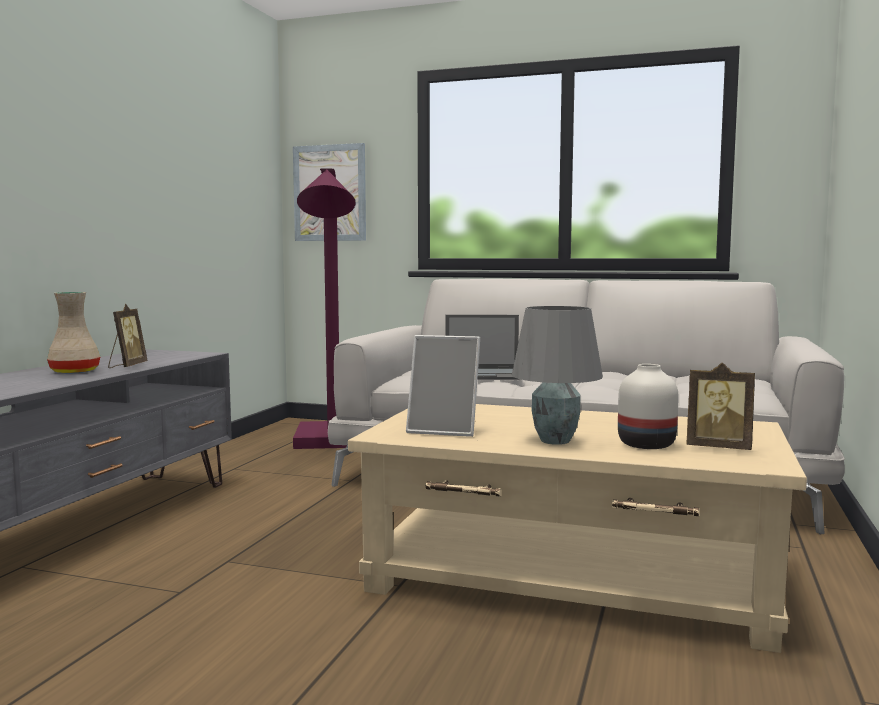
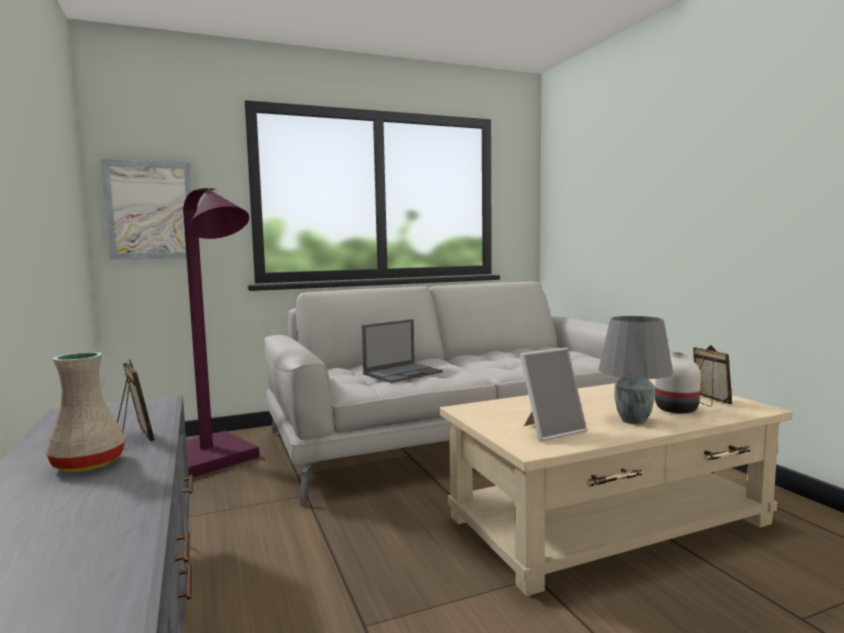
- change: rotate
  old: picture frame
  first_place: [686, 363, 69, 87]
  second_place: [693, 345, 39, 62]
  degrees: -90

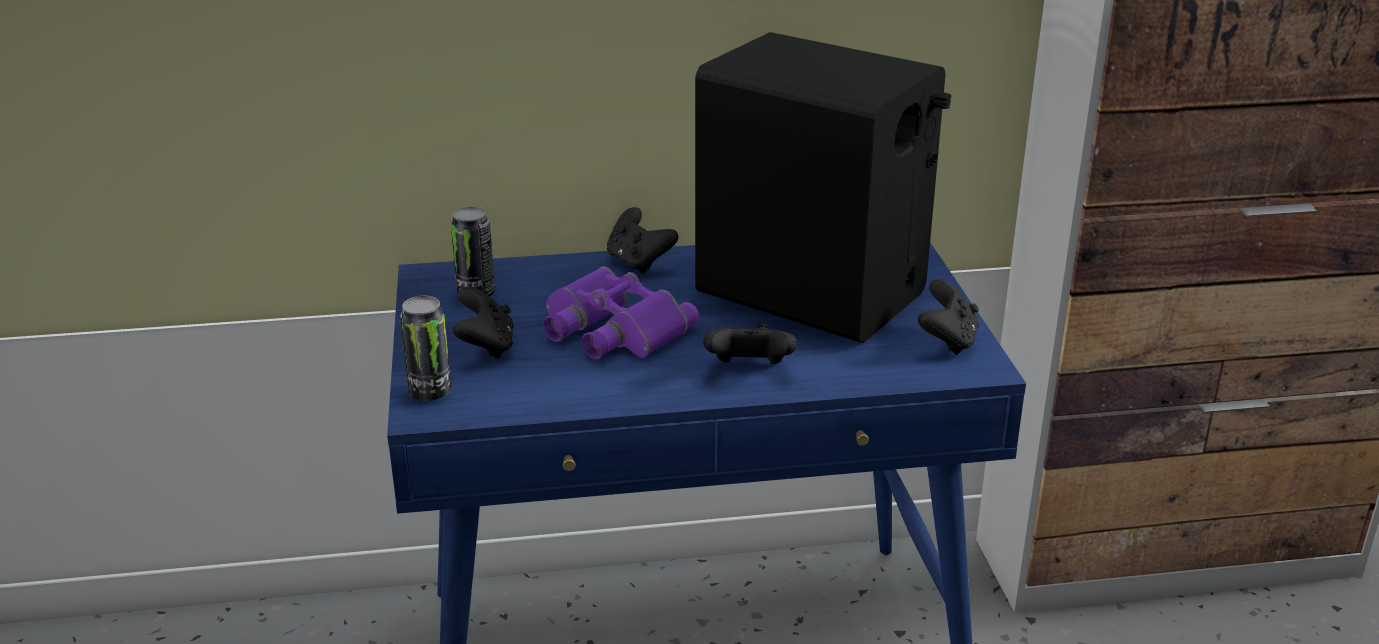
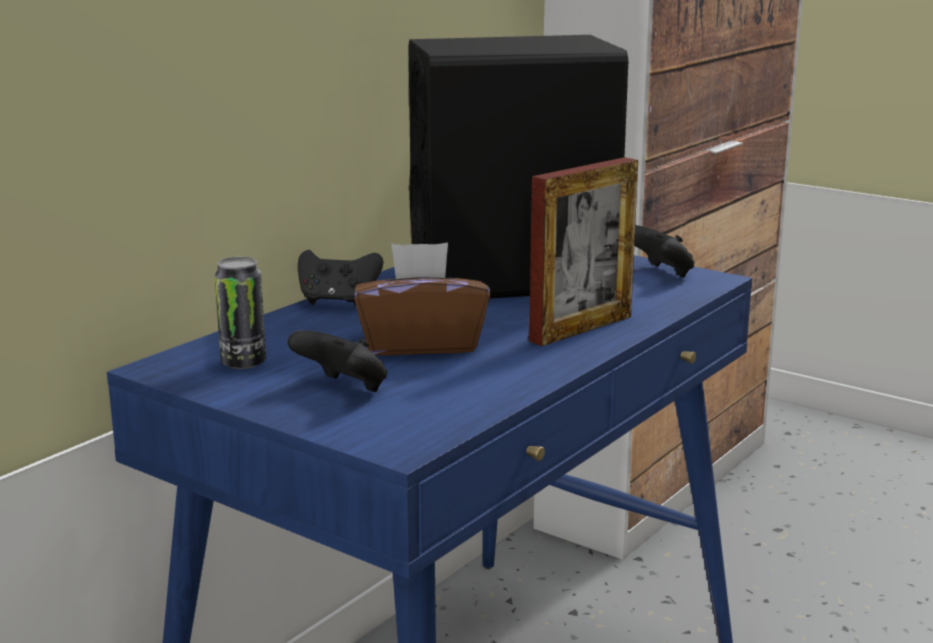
- change: delete
  old: sealed can
  first_place: [400, 296, 52, 105]
- change: replace
  old: purple field glasses
  new: brownish tissue holder
  first_place: [543, 266, 157, 94]
  second_place: [354, 243, 136, 113]
- change: replace
  old: black gamepad
  new: picture frame
  first_place: [703, 324, 94, 40]
  second_place: [529, 157, 109, 189]

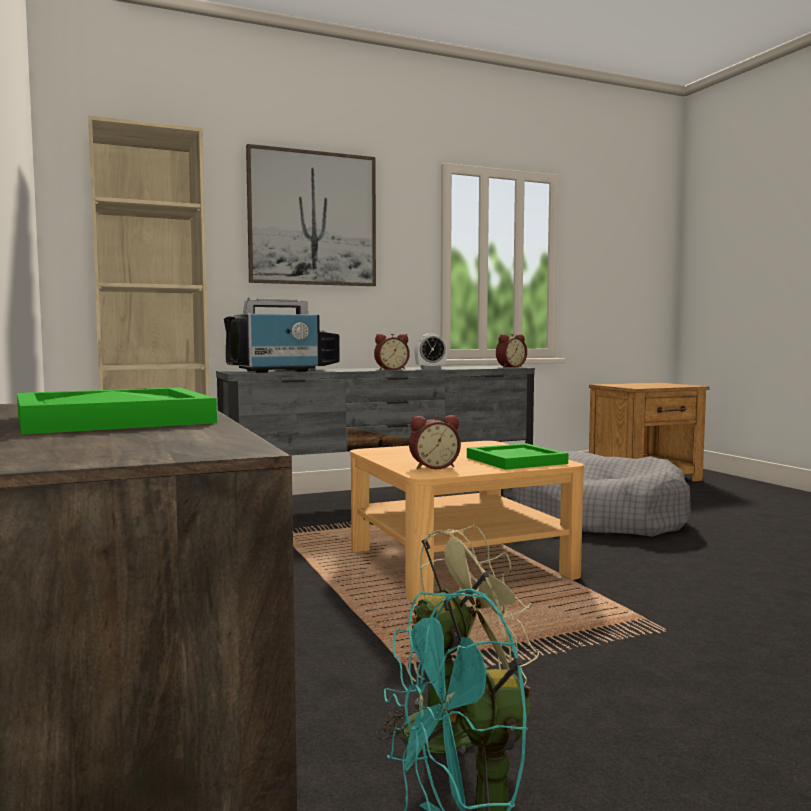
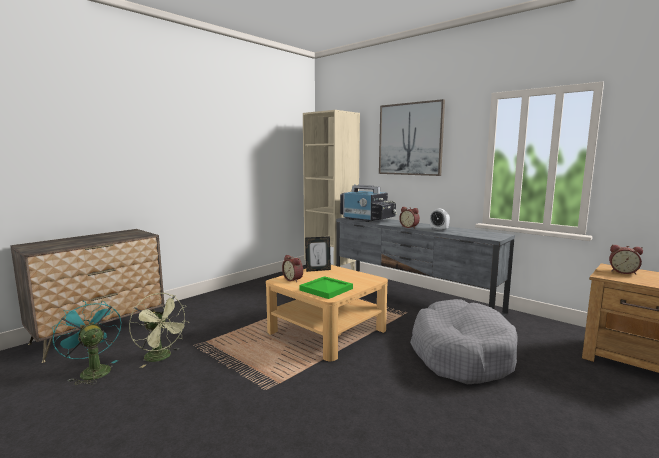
- change: delete
  old: green carrying tray
  first_place: [17, 387, 200, 48]
- change: move
  old: alarm clock
  first_place: [496, 334, 31, 34]
  second_place: [609, 245, 34, 29]
- change: insert
  new: picture frame
  second_place: [305, 236, 26, 36]

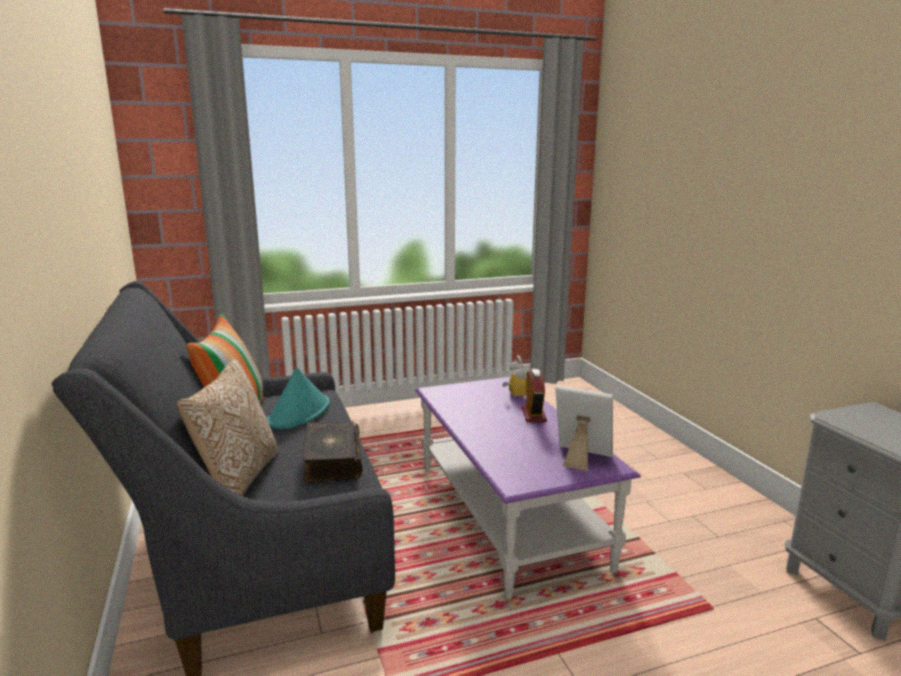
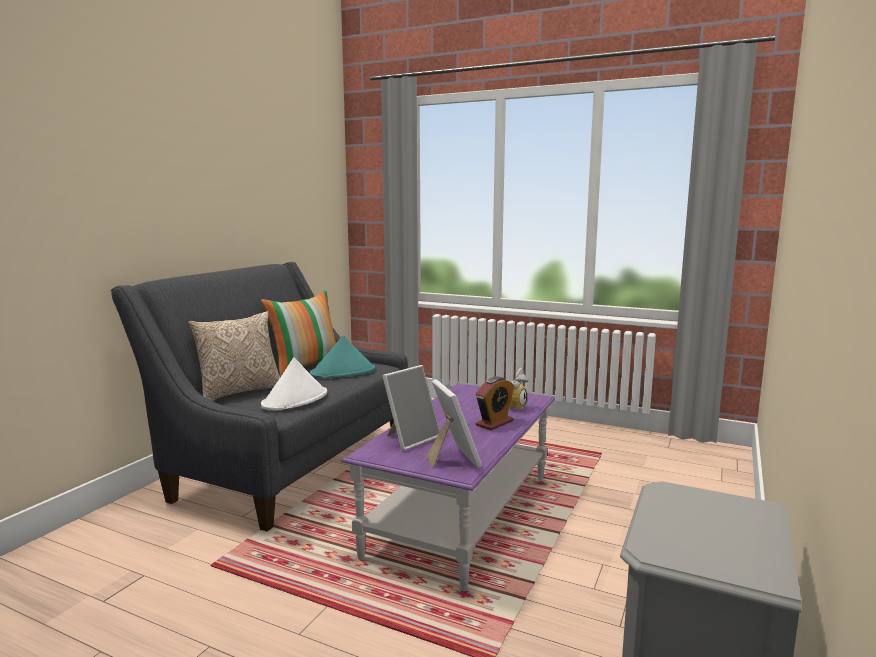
- change: replace
  old: bound book
  new: whitish hat
  first_place: [303, 422, 60, 61]
  second_place: [261, 357, 66, 53]
- change: insert
  new: picture frame
  second_place: [383, 365, 57, 86]

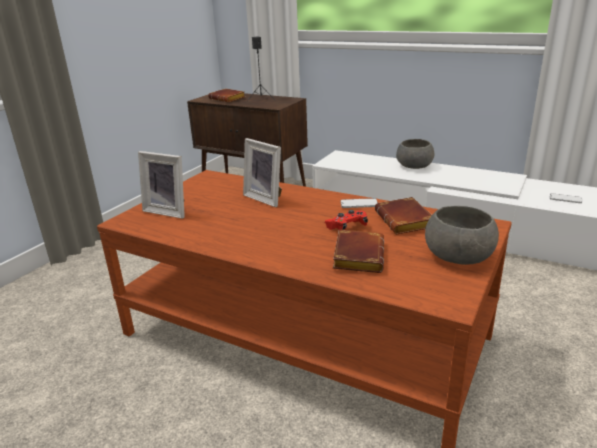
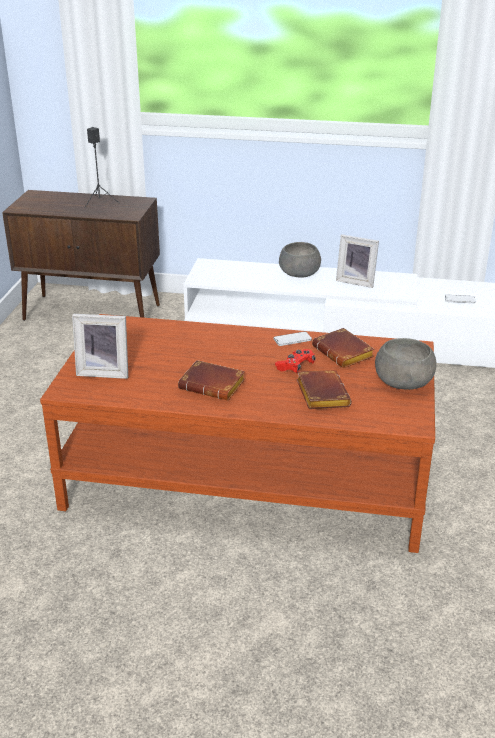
- change: move
  old: brownish bound book
  first_place: [208, 88, 37, 14]
  second_place: [178, 360, 67, 40]
- change: move
  old: picture frame
  first_place: [243, 138, 39, 69]
  second_place: [336, 234, 43, 54]

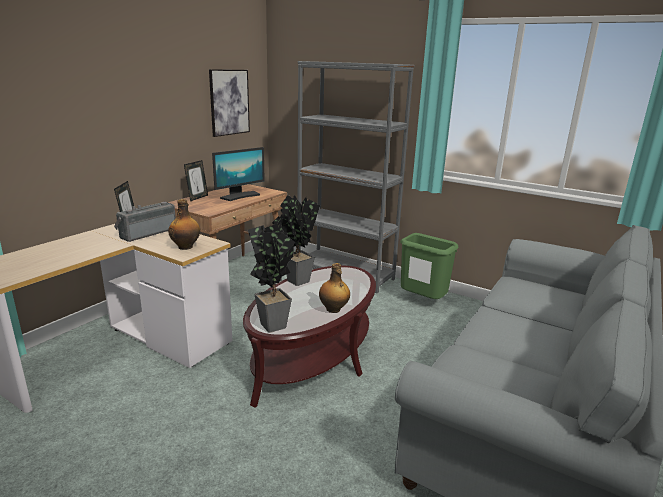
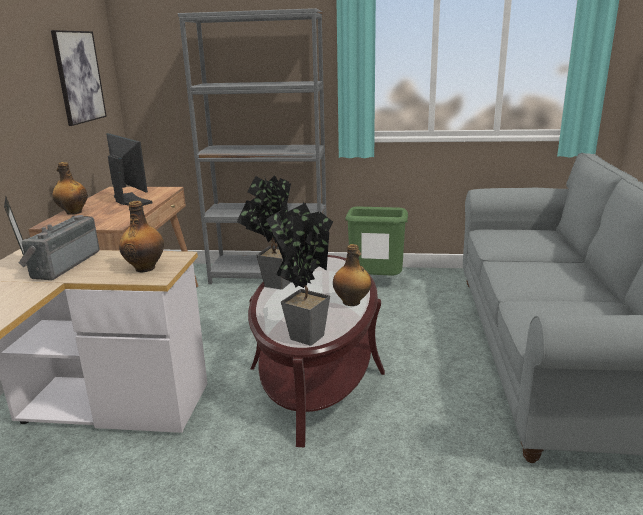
- change: replace
  old: picture frame
  new: bottle
  first_place: [184, 160, 24, 41]
  second_place: [52, 162, 36, 53]
- change: rotate
  old: computer display
  first_place: [212, 147, 53, 54]
  second_place: [106, 133, 46, 73]
  degrees: -60

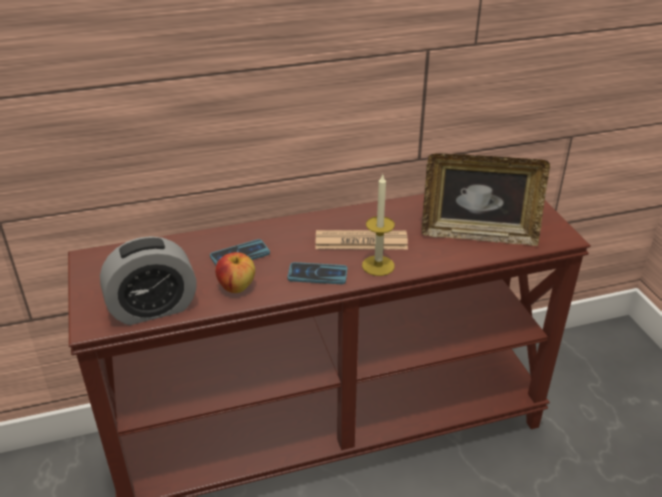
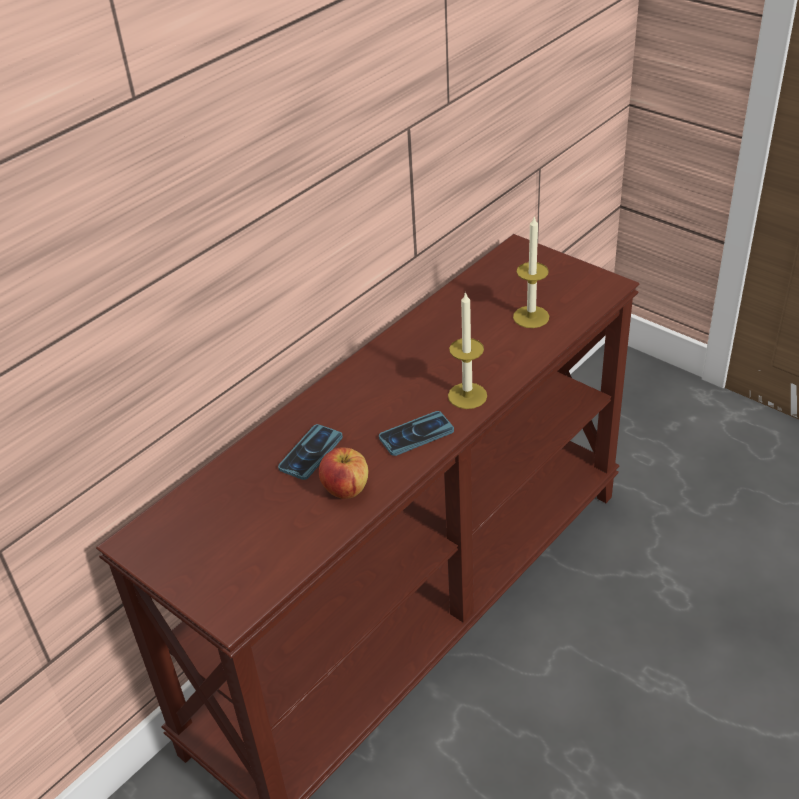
- change: delete
  old: alarm clock
  first_place: [100, 236, 97, 89]
- change: delete
  old: daily paper
  first_place: [316, 230, 92, 20]
- change: replace
  old: picture frame
  new: wax candle
  first_place: [422, 154, 128, 92]
  second_place: [513, 215, 36, 113]

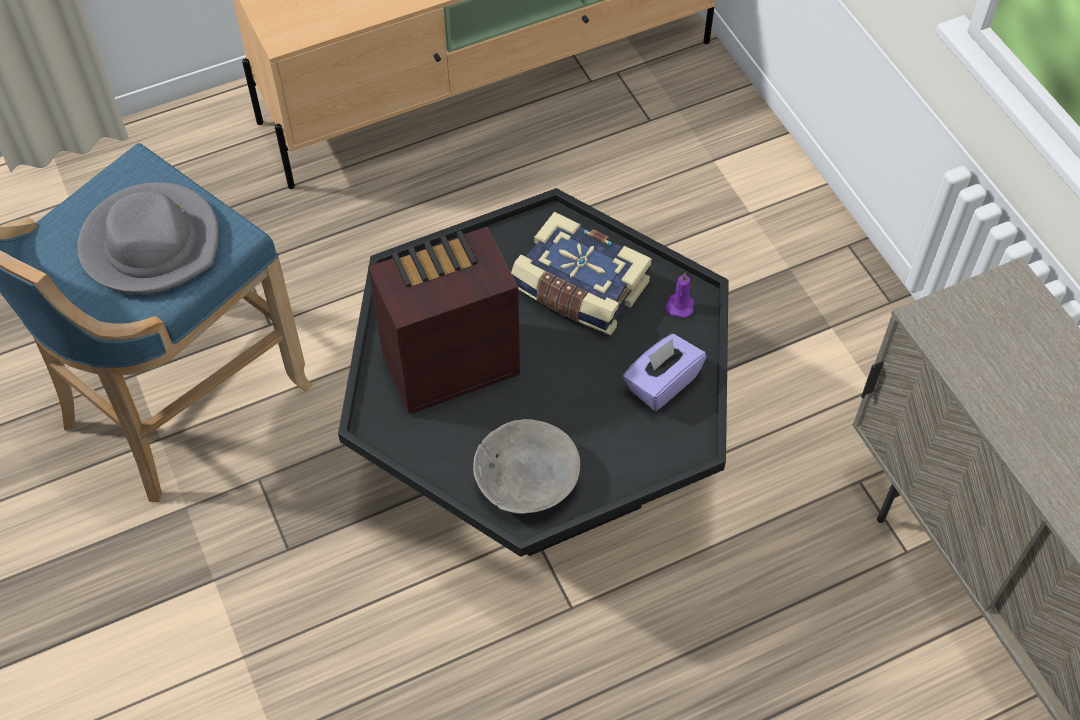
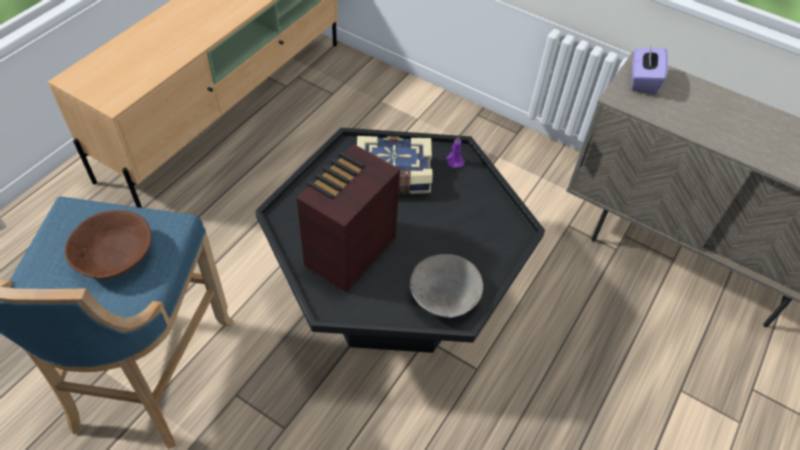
- change: replace
  old: grey hat
  new: brownish deep dish
  first_place: [77, 182, 142, 112]
  second_place: [65, 210, 87, 69]
- change: move
  old: purple tissue holder
  first_place: [623, 334, 84, 77]
  second_place: [631, 47, 37, 47]

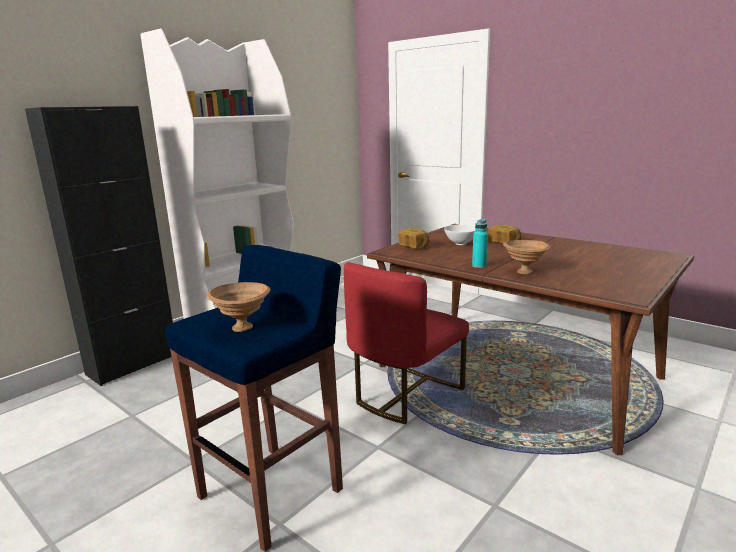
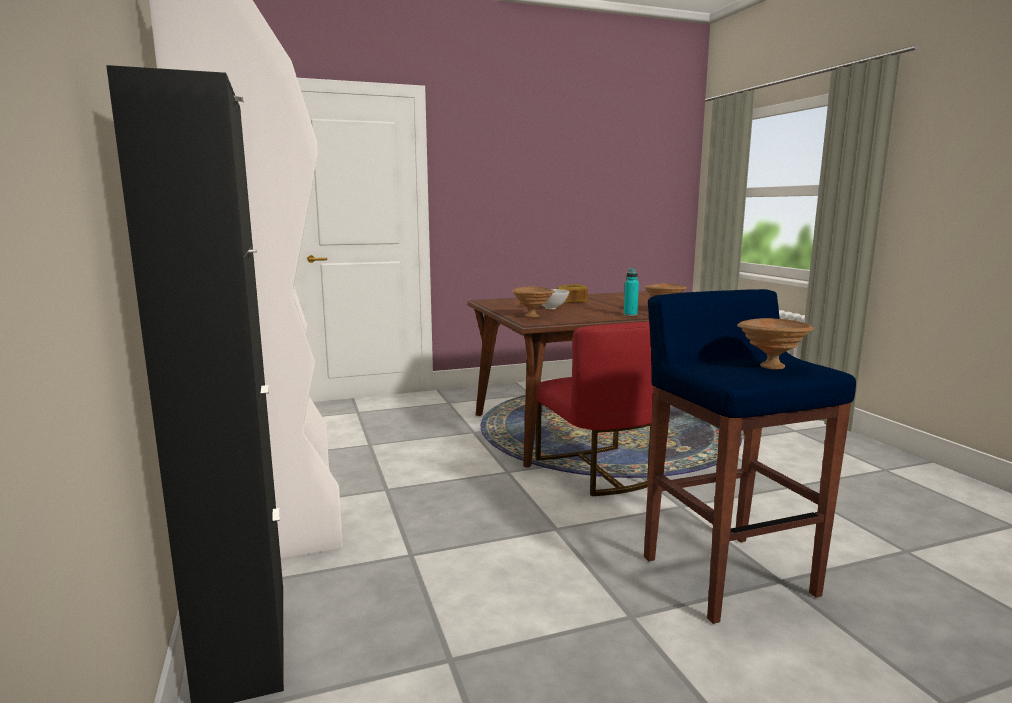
- change: replace
  old: bread
  new: brownish deep dish
  first_place: [398, 228, 31, 21]
  second_place: [512, 286, 43, 31]

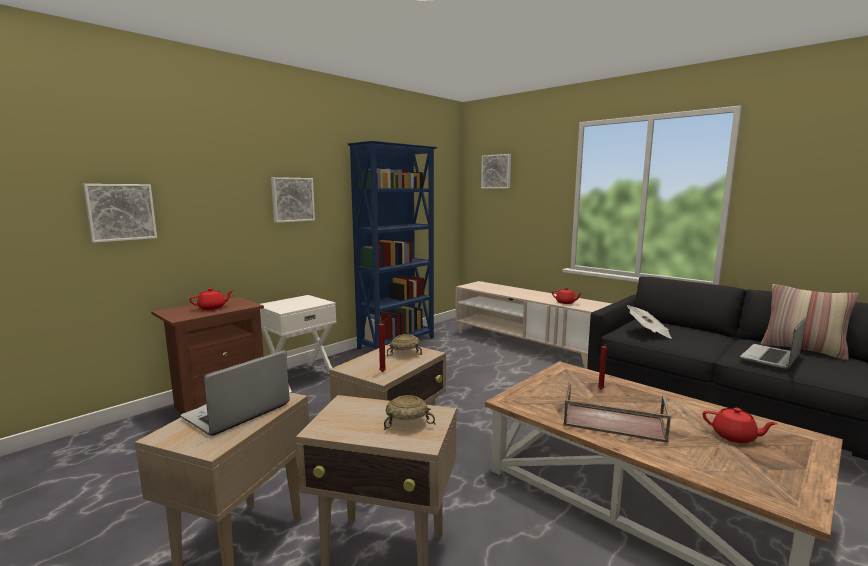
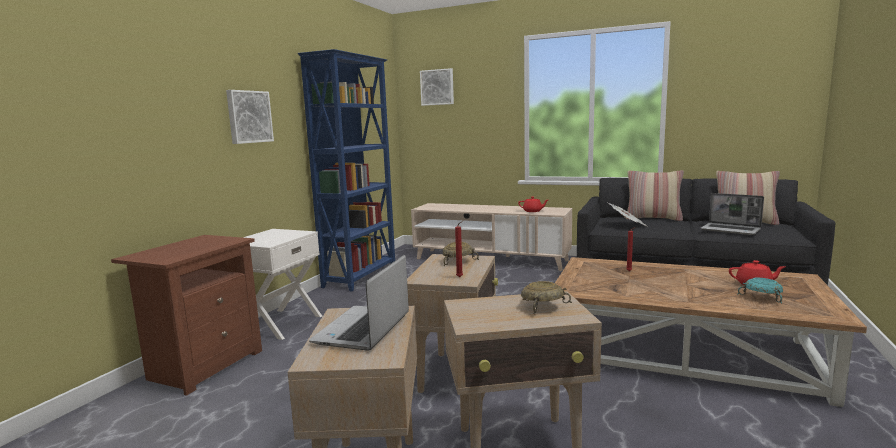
- change: delete
  old: wall picture
  first_place: [83, 184, 74, 59]
- change: delete
  old: reddish teapot
  first_place: [189, 288, 45, 22]
- change: delete
  old: brownish carrying tray
  first_place: [563, 382, 108, 61]
- change: rotate
  old: notebook computer
  first_place: [740, 317, 66, 52]
  second_place: [701, 193, 63, 42]
  degrees: -75
- change: insert
  new: throw pillow
  second_place: [626, 170, 58, 51]
- change: insert
  new: turquoise-coloured deep dish
  second_place: [737, 278, 46, 26]

